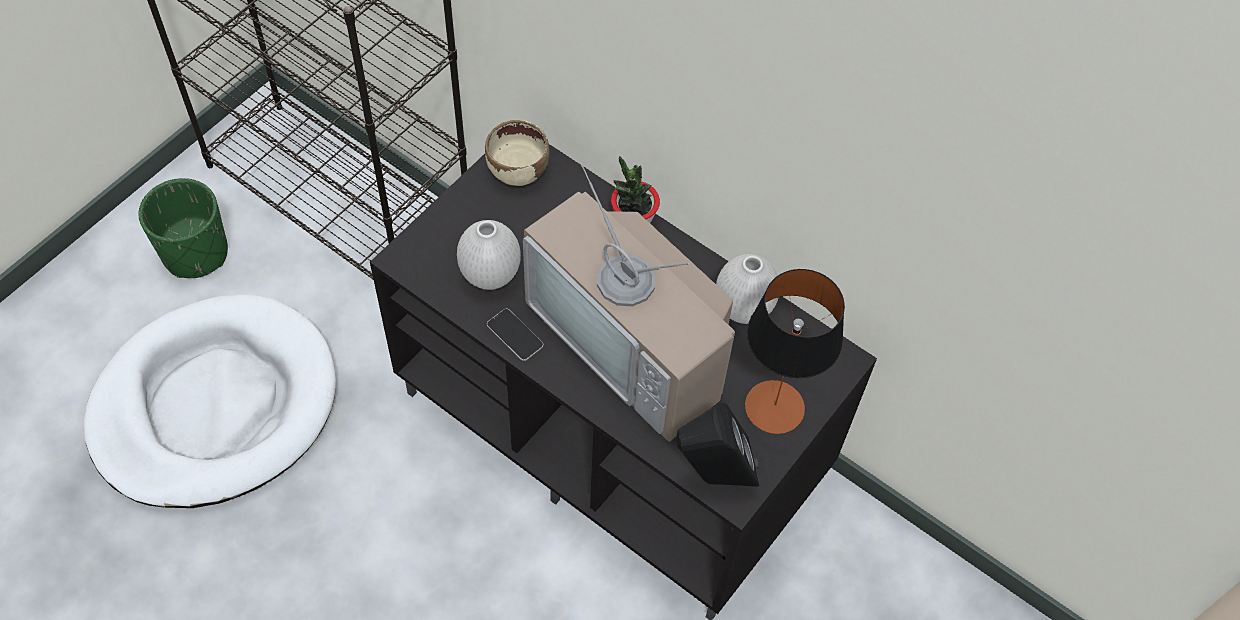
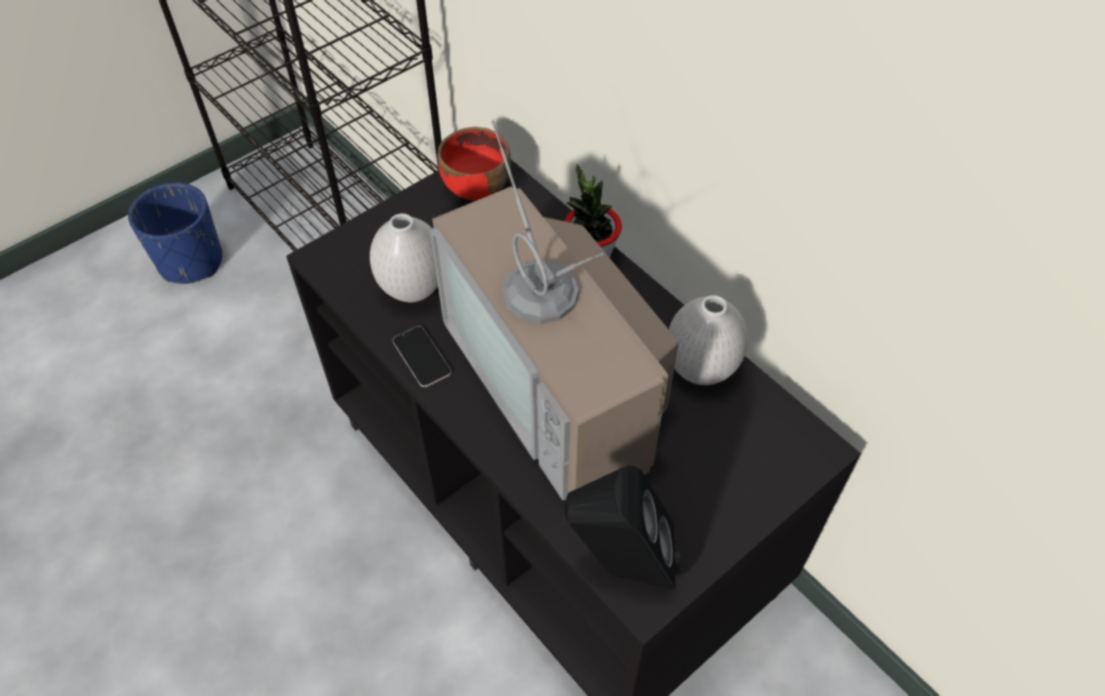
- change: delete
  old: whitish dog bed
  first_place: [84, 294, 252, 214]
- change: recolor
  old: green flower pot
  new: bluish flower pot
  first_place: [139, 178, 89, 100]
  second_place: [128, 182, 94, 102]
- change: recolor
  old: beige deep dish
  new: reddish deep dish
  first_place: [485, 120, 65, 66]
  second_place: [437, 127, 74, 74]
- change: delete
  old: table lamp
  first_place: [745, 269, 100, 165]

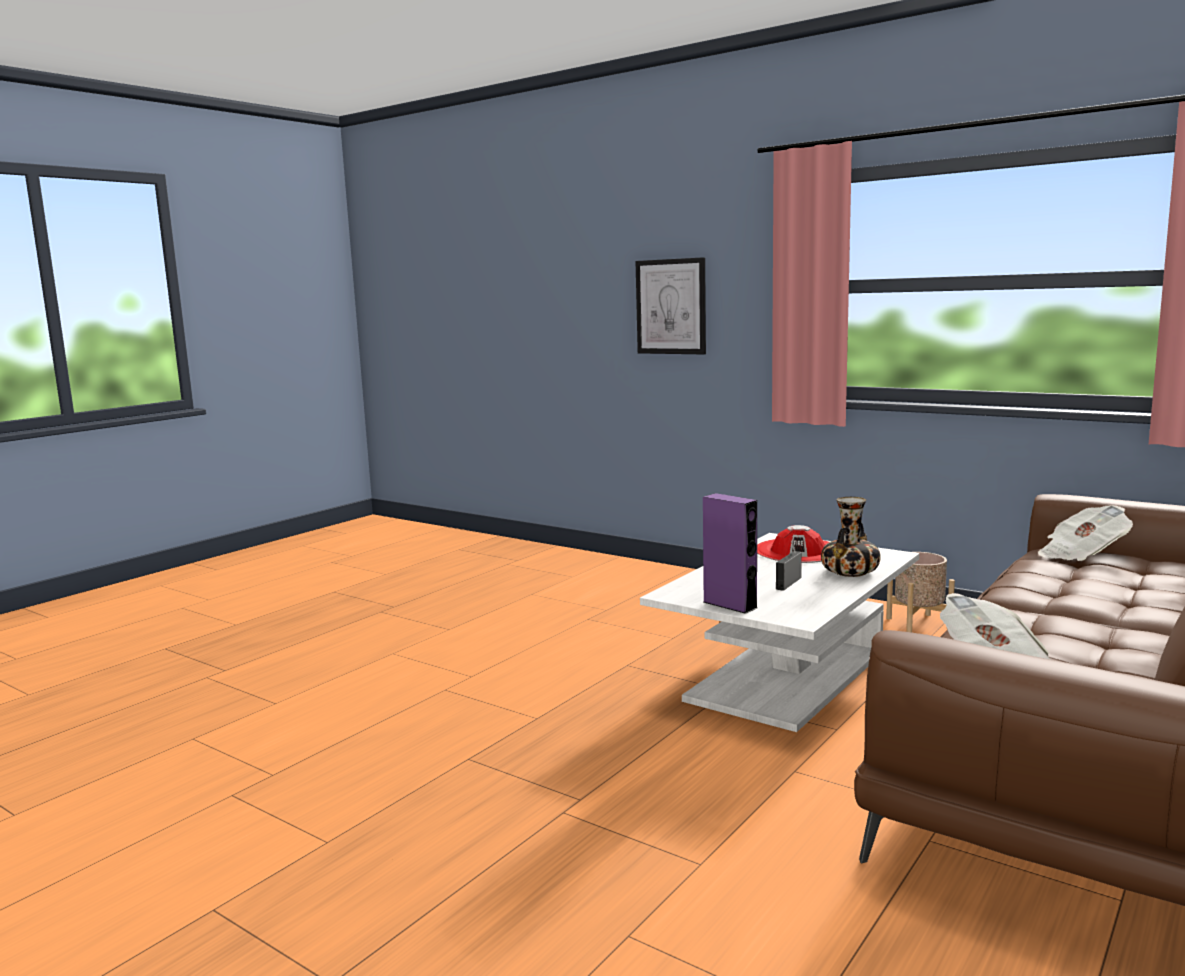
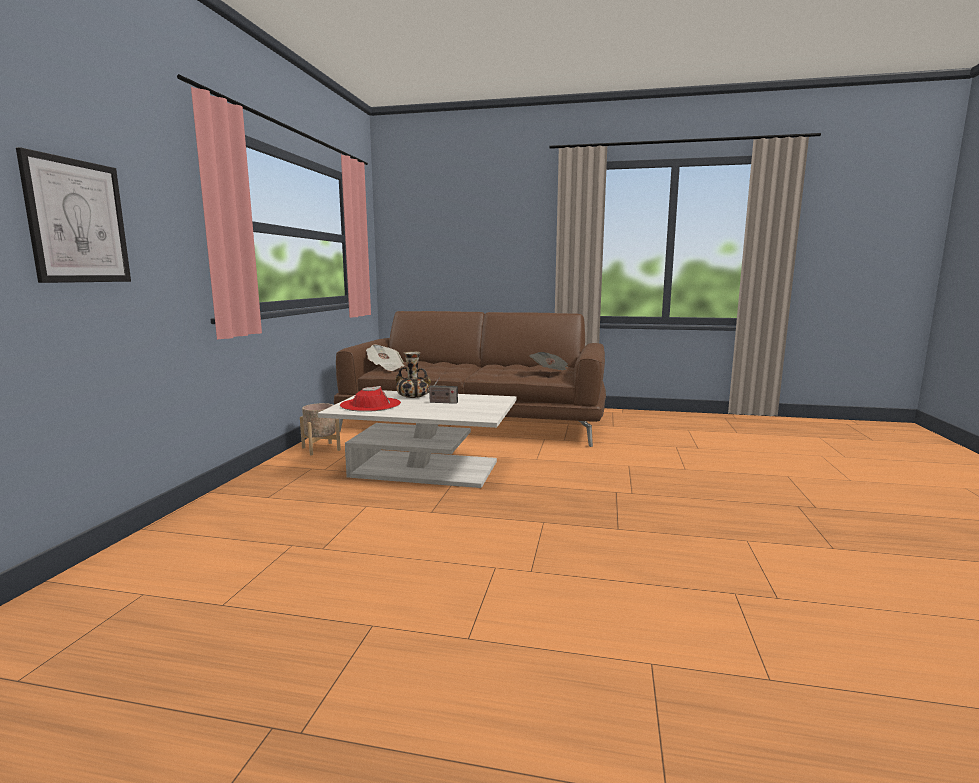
- change: delete
  old: purple audio speaker
  first_place: [703, 493, 54, 121]

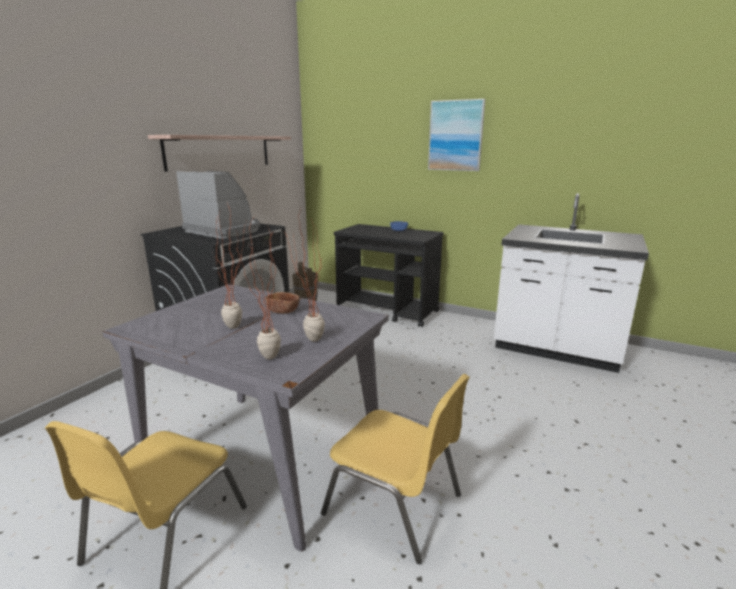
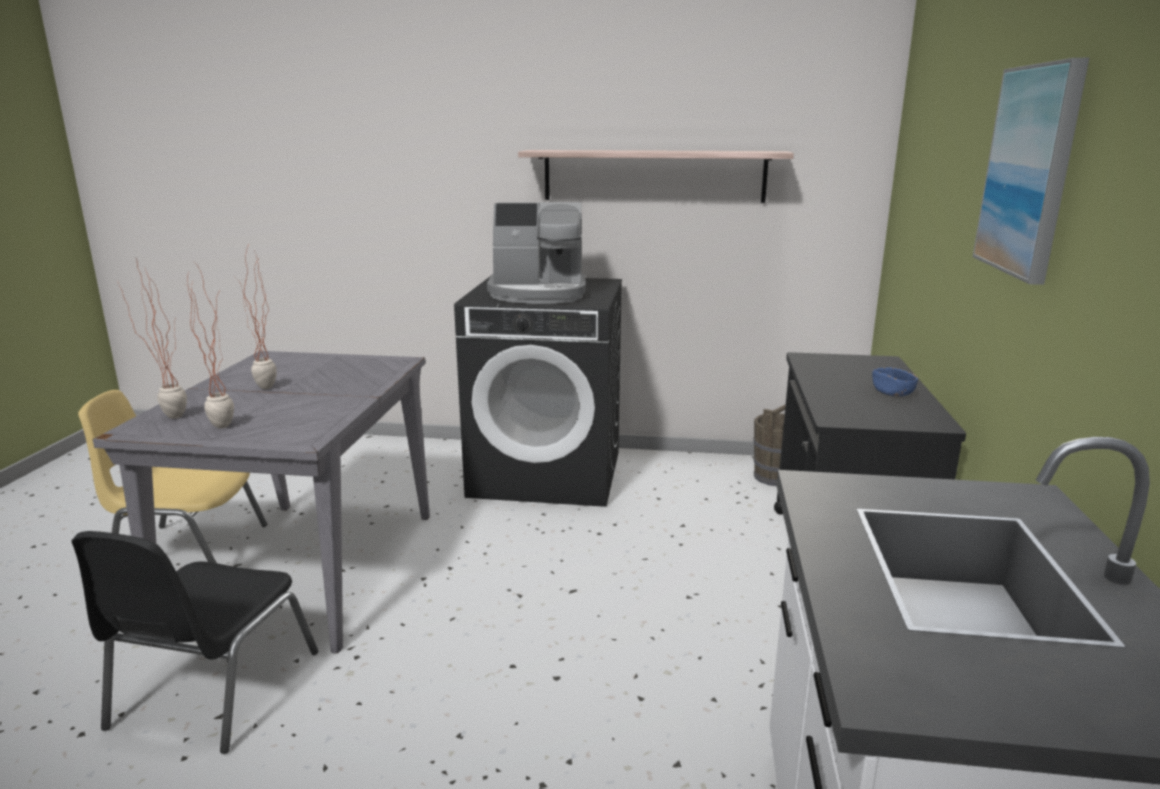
- change: rotate
  old: coffee machine
  first_place: [176, 171, 84, 68]
  second_place: [487, 202, 98, 102]
  degrees: 75
- change: delete
  old: brownish deep dish
  first_place: [266, 292, 33, 22]
- change: recolor
  old: yellowish plain chair
  new: black plain chair
  first_place: [321, 374, 149, 190]
  second_place: [72, 531, 246, 223]

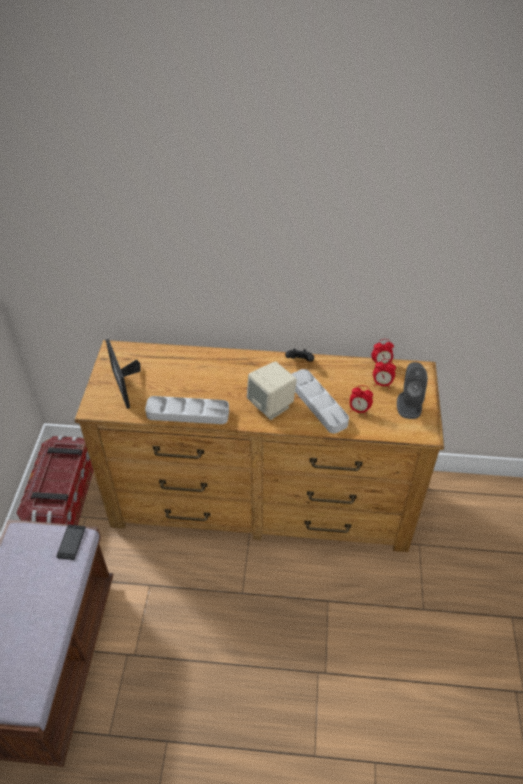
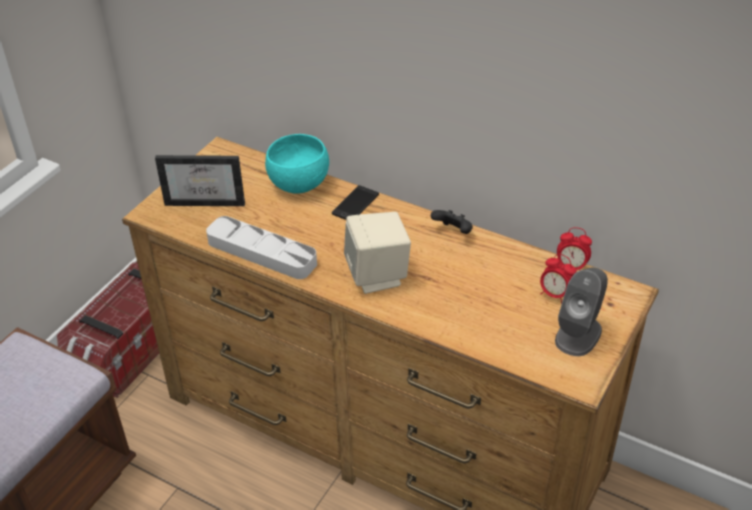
- change: move
  old: handset
  first_place: [56, 525, 30, 35]
  second_place: [332, 185, 47, 35]
- change: rotate
  old: picture frame
  first_place: [106, 339, 35, 70]
  second_place: [155, 155, 90, 51]
  degrees: -90
- change: delete
  old: grey carrying tray
  first_place: [292, 369, 57, 64]
- change: delete
  old: alarm clock
  first_place: [350, 385, 23, 31]
- change: insert
  new: turquoise-coloured deep dish
  second_place: [265, 134, 64, 60]

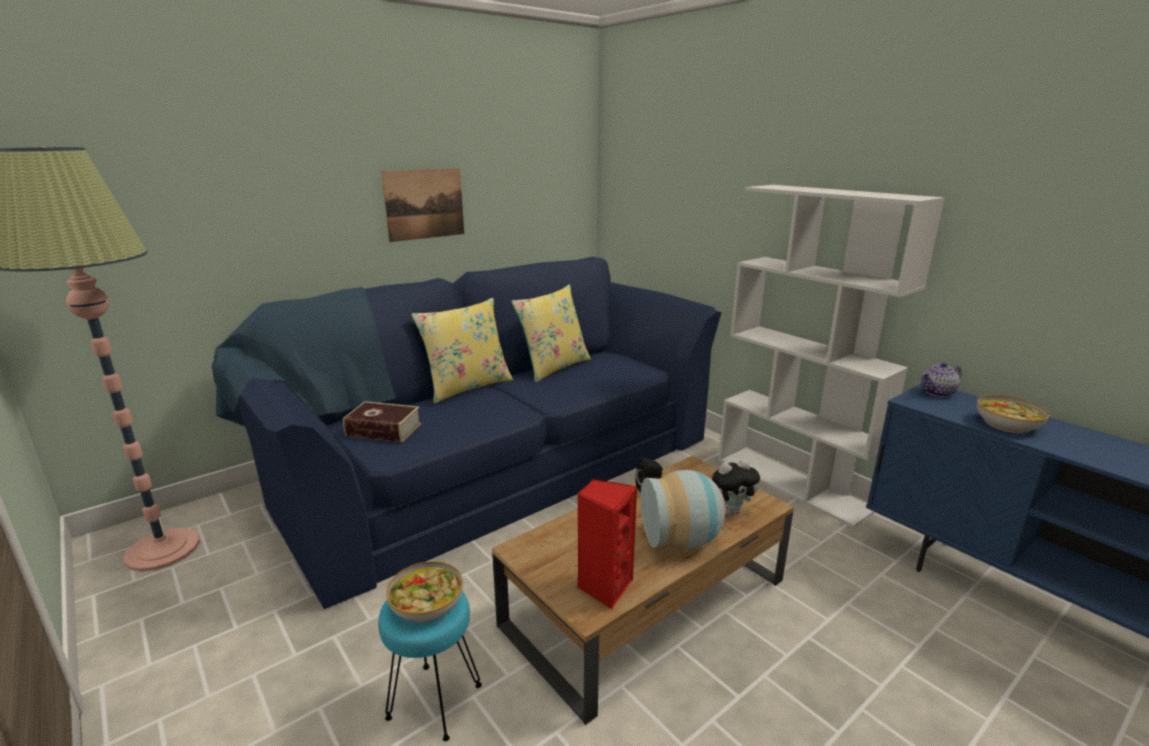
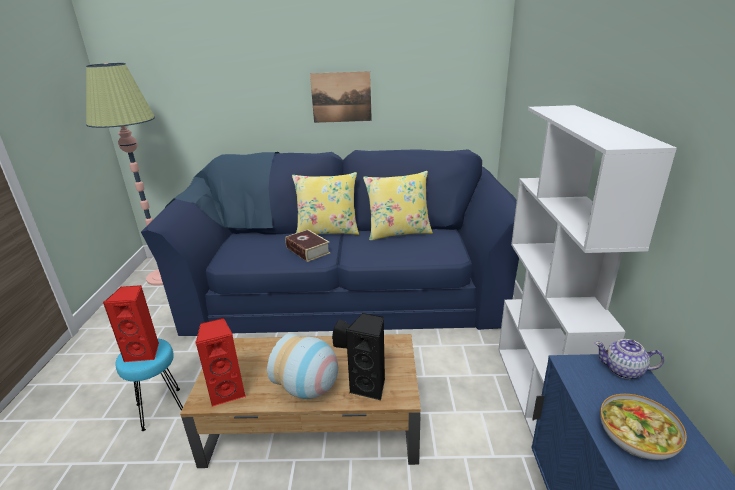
- change: move
  old: bound book
  first_place: [343, 401, 78, 41]
  second_place: [285, 229, 45, 33]
- change: replace
  old: deep dish
  new: reddish audio speaker
  first_place: [386, 561, 77, 62]
  second_place: [103, 285, 56, 77]
- change: replace
  old: cuddly toy
  new: black audio speaker
  first_place: [712, 459, 48, 56]
  second_place: [345, 313, 40, 87]

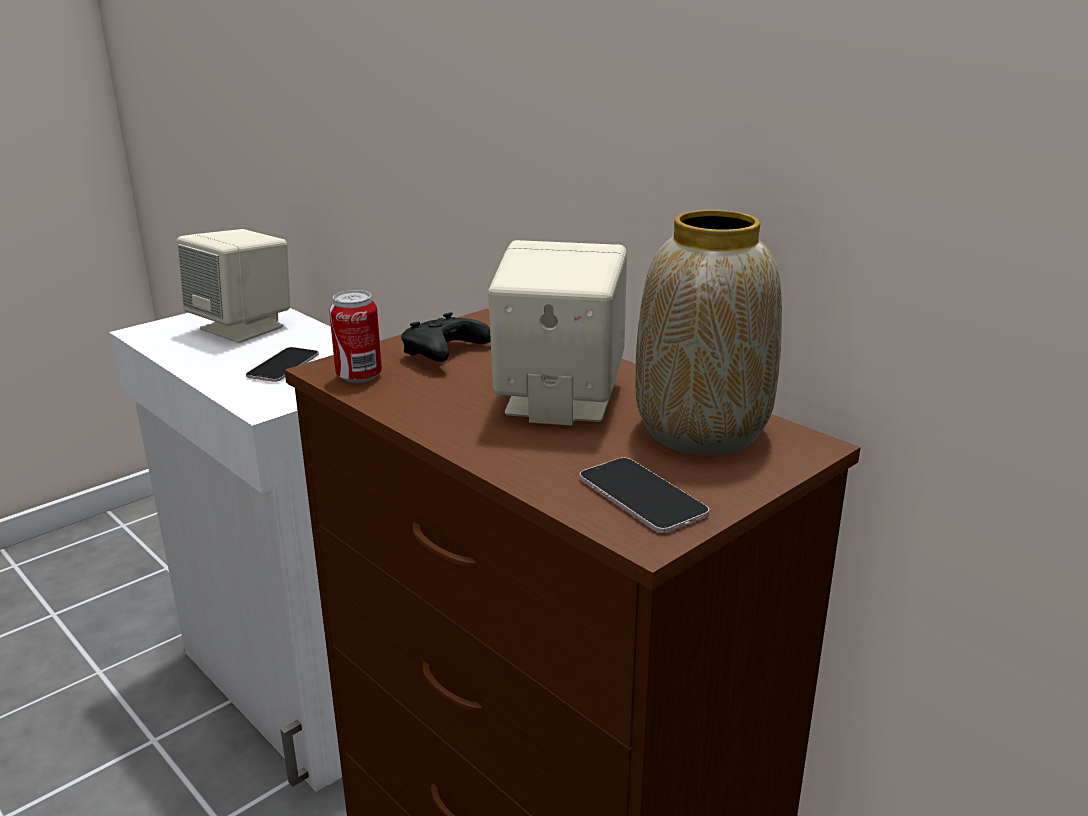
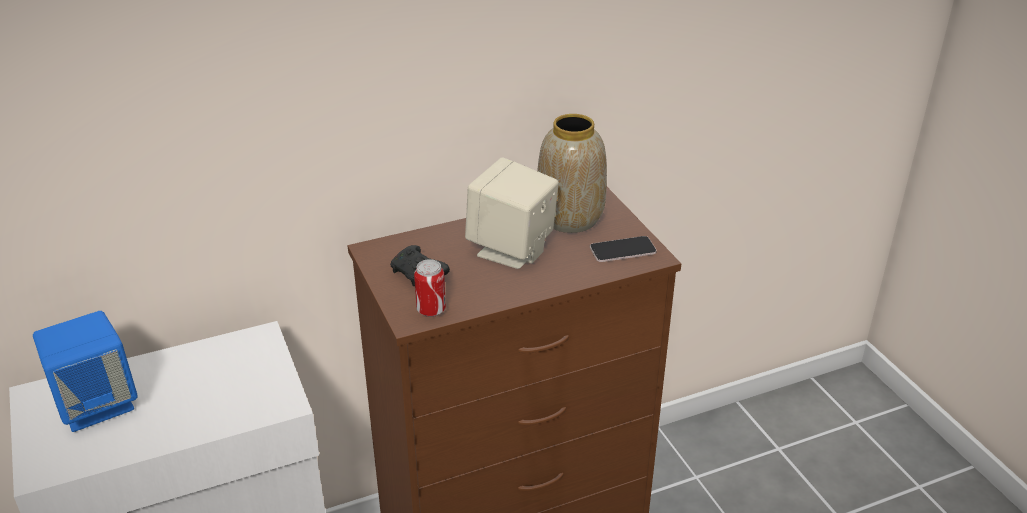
- change: recolor
  old: beige audio speaker
  new: bluish audio speaker
  first_place: [177, 229, 113, 114]
  second_place: [33, 311, 105, 121]
- change: delete
  old: handset
  first_place: [246, 347, 73, 35]

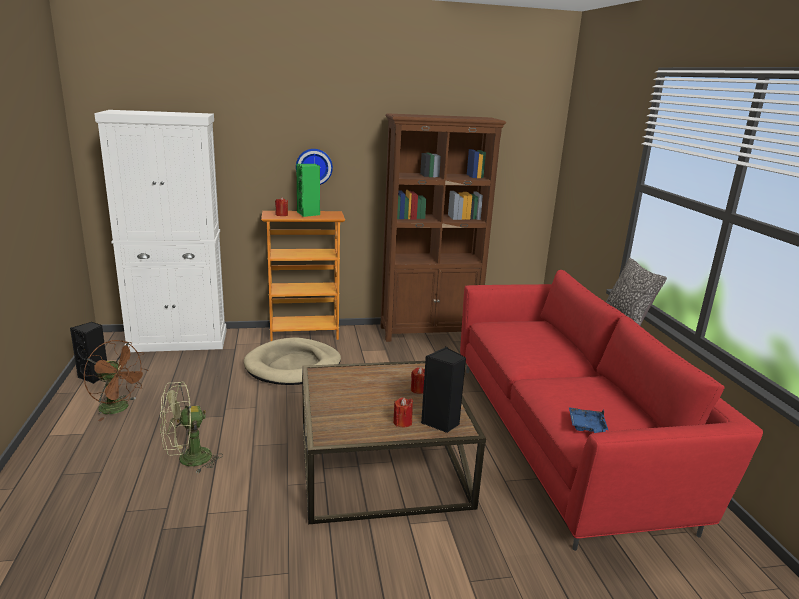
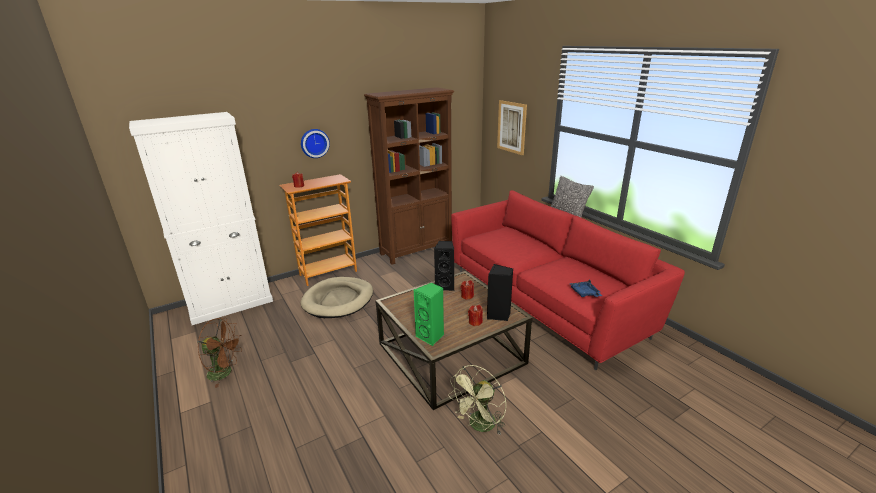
- change: move
  old: black audio speaker
  first_place: [70, 322, 37, 62]
  second_place: [434, 241, 20, 50]
- change: move
  old: green cooling fan
  first_place: [160, 382, 63, 91]
  second_place: [448, 365, 58, 70]
- change: move
  old: green audio speaker
  first_place: [296, 164, 24, 53]
  second_place: [414, 283, 30, 63]
- change: insert
  new: wall picture
  second_place: [497, 100, 30, 55]

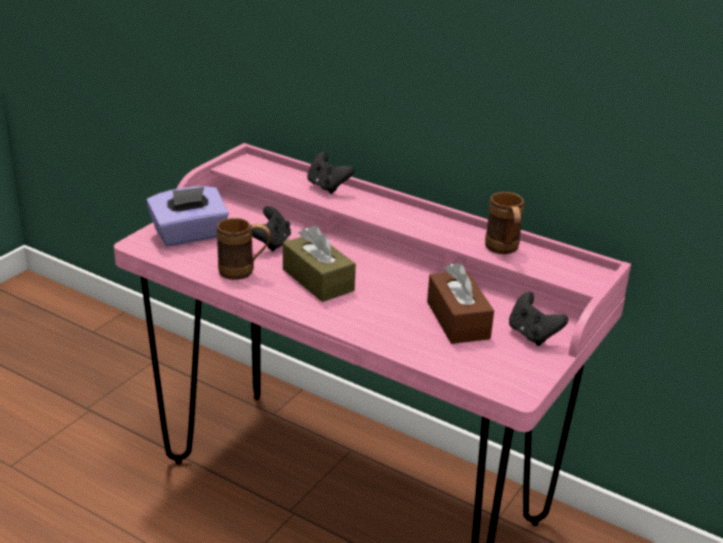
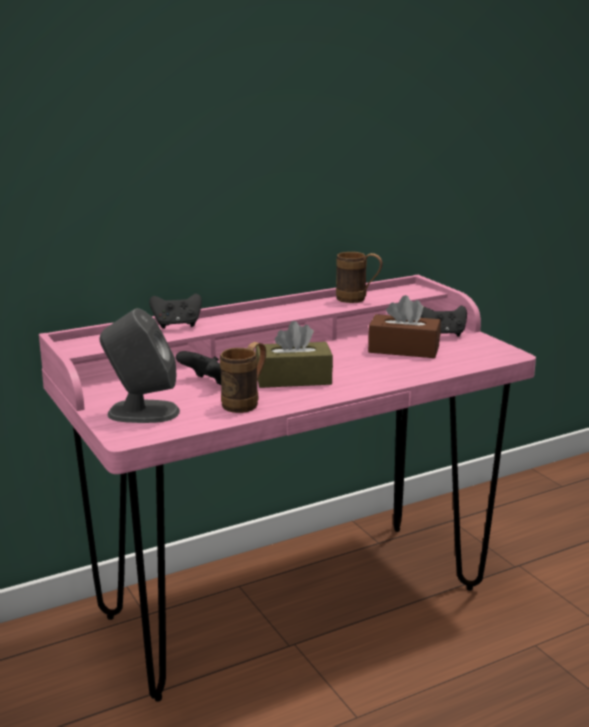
- change: replace
  old: purple tissue holder
  new: grey audio speaker
  first_place: [146, 186, 83, 60]
  second_place: [100, 308, 80, 115]

